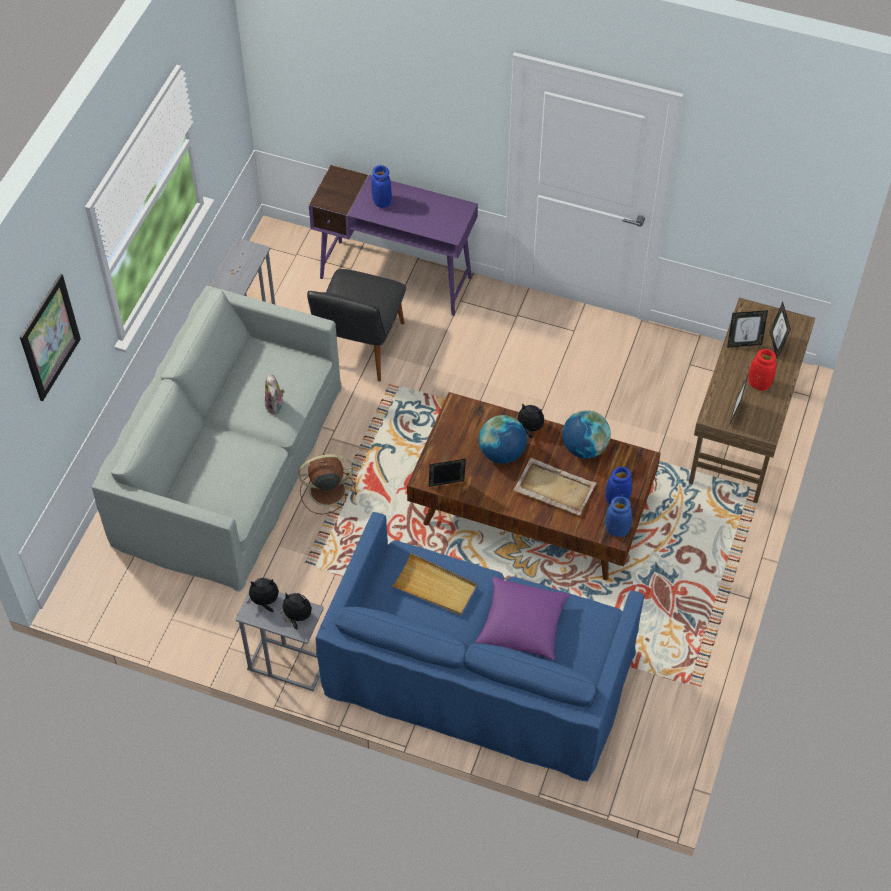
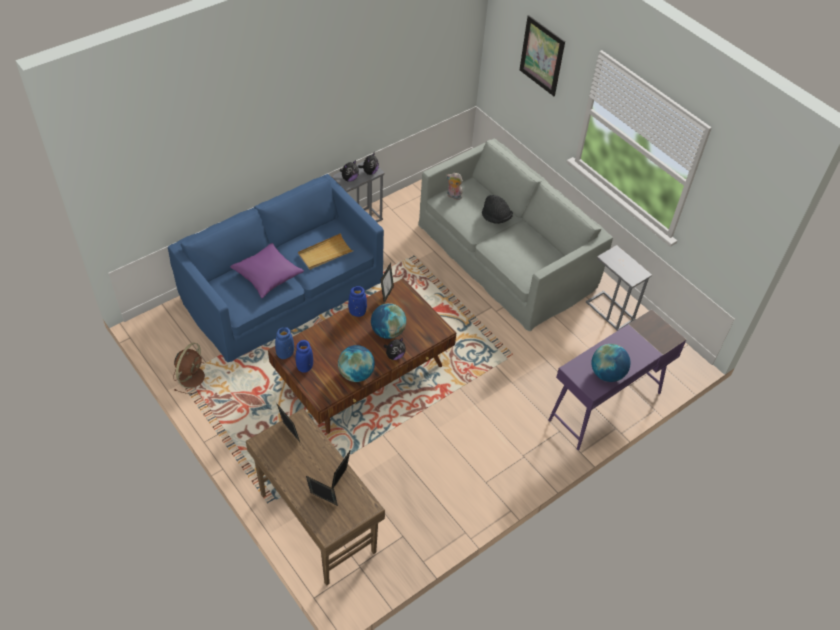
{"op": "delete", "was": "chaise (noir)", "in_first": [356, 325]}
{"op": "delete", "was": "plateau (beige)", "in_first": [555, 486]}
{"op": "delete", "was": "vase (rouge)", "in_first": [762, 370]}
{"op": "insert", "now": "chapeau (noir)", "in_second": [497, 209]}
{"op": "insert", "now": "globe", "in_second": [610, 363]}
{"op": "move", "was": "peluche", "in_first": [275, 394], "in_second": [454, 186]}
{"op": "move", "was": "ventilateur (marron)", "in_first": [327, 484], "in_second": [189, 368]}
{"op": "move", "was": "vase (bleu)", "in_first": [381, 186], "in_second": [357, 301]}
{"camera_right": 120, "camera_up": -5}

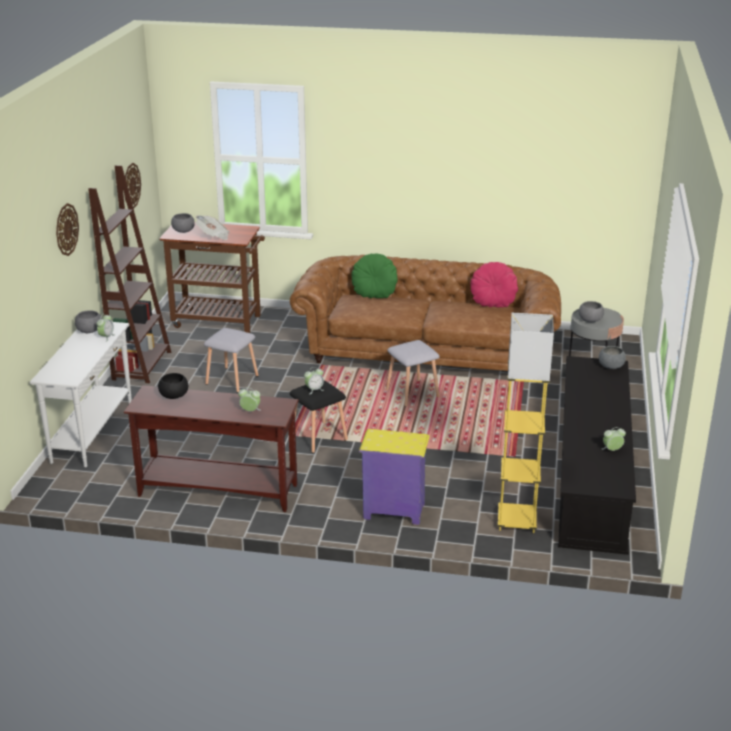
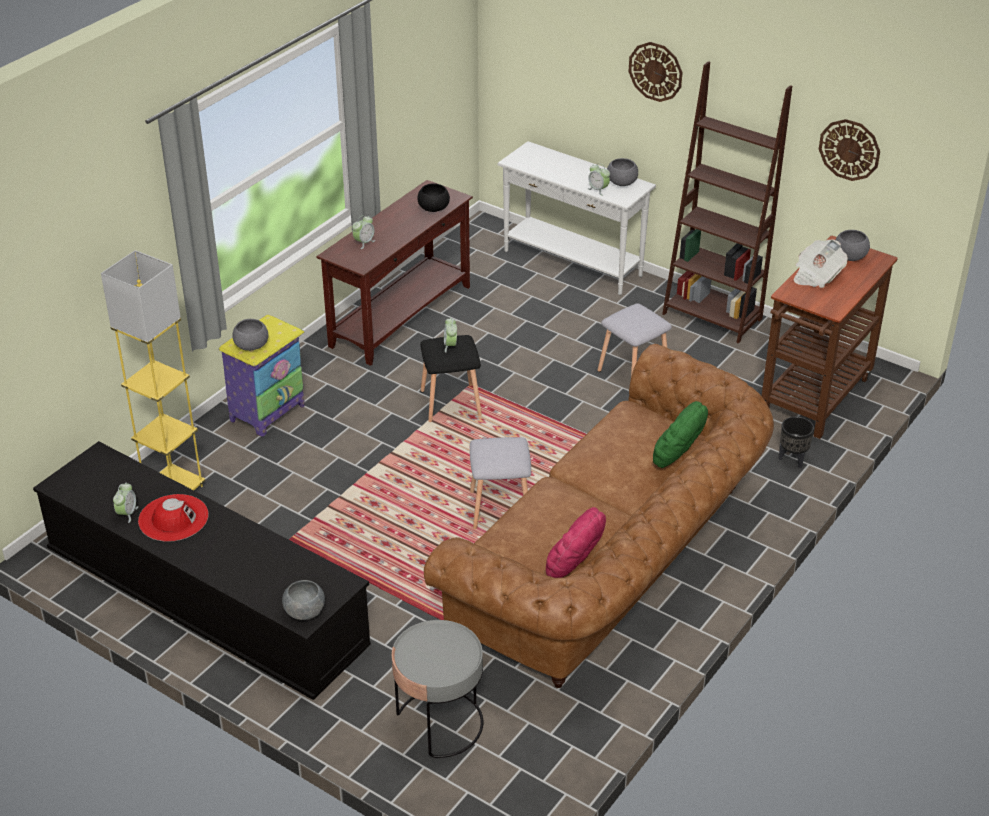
{"op": "insert", "now": "chapeau (rouge)", "in_second": [173, 517]}
{"op": "insert", "now": "cache-pot (noir)", "in_second": [796, 442]}
{"op": "move", "was": "bol (gris)", "in_first": [591, 311], "in_second": [250, 335]}
{"camera_right": 115, "camera_up": 10}

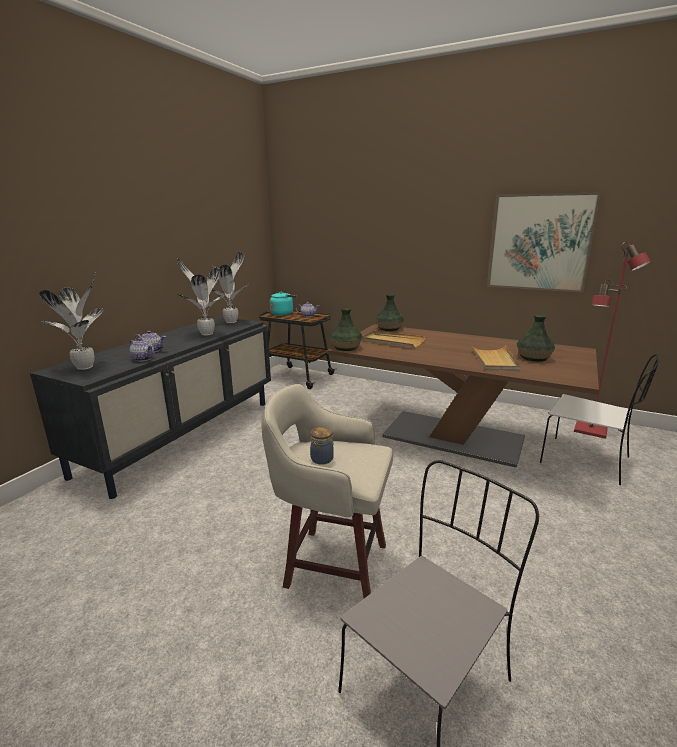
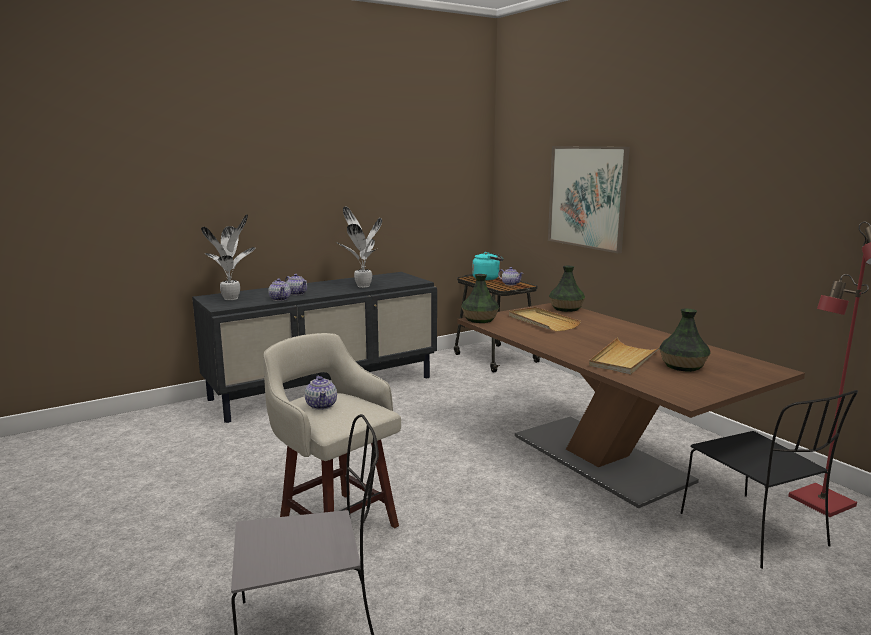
{"op": "delete", "was": "plante en pot", "in_first": [230, 287]}
{"op": "move", "was": "tableau", "in_first": [544, 242], "in_second": [589, 199]}
{"op": "replace", "was": "bocal", "now": "théière", "in_first": [322, 446], "in_second": [321, 393]}
{"op": "recolor", "was": "chaise (blanc)", "now": "chaise (noir)", "in_first": [599, 419], "in_second": [769, 479]}
{"camera_right": 30, "camera_up": -5}

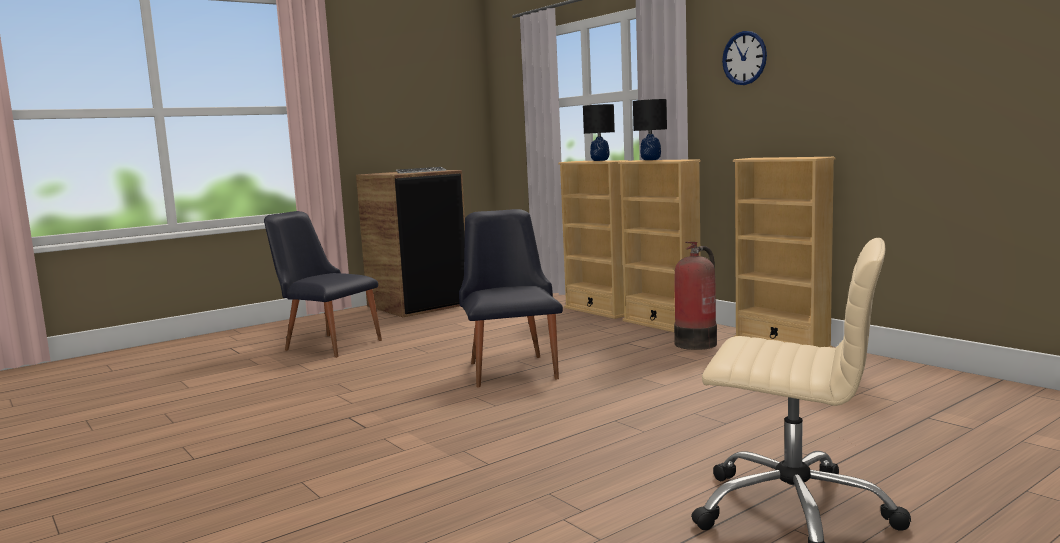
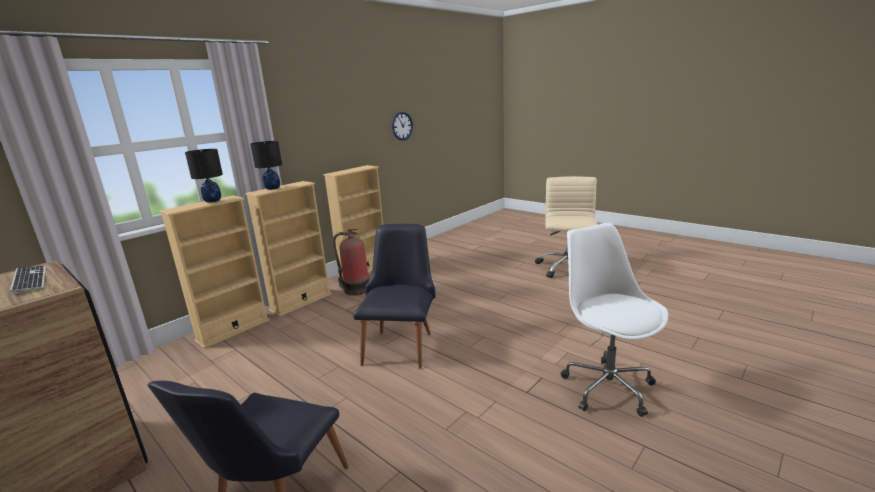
{"op": "insert", "now": "chaise de bureau (blanc)", "in_second": [614, 320]}
{"op": "move", "was": "horloge murale", "in_first": [744, 58], "in_second": [402, 126]}
{"op": "rotate", "was": "chaise (noir)", "in_first": [511, 298], "in_second": [394, 296], "clockwise": 120}
{"camera_right": -100, "camera_up": 10}

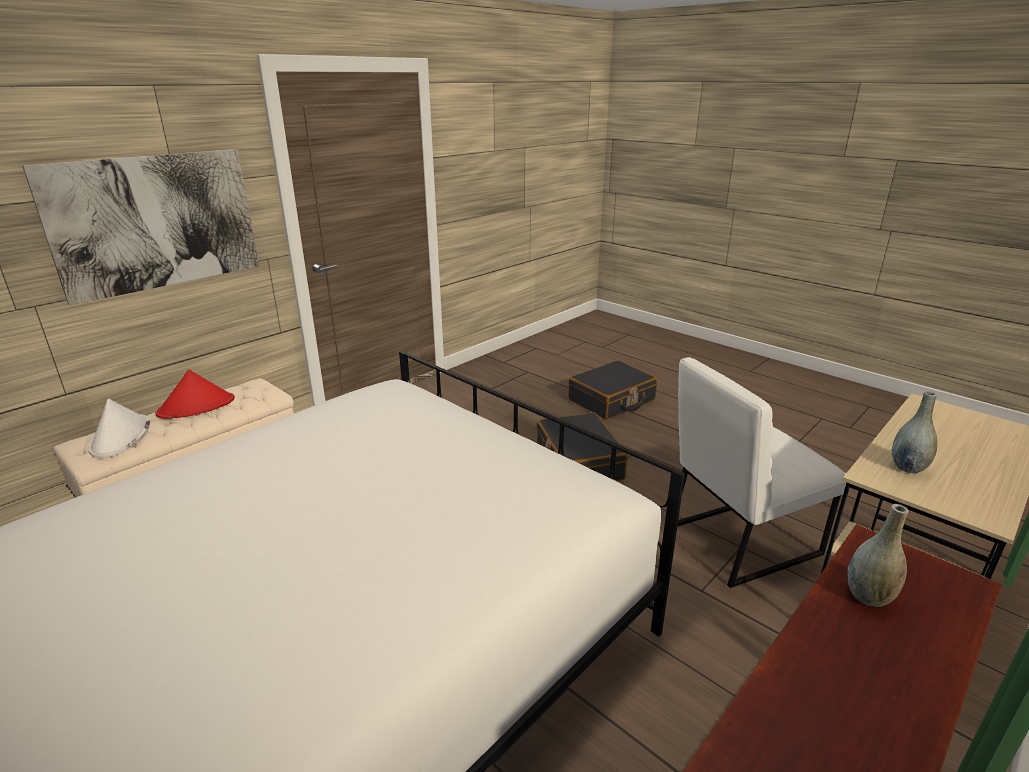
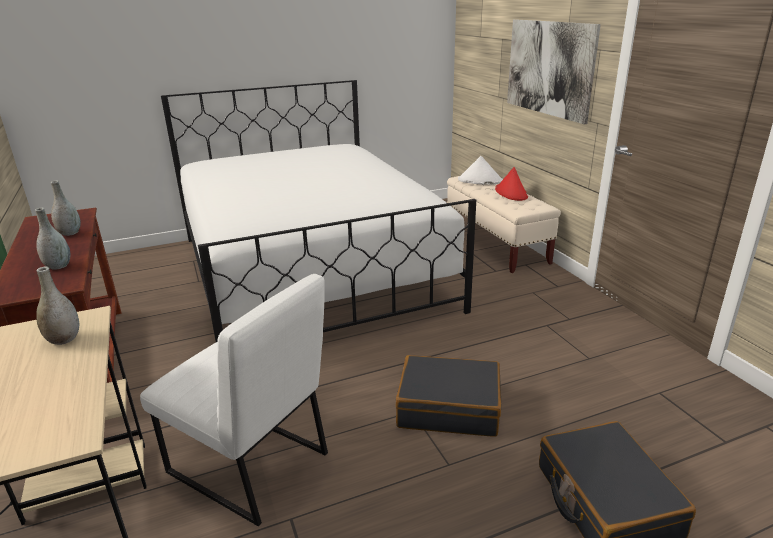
{"op": "insert", "now": "vase (gris)", "in_second": [65, 208]}
{"op": "rotate", "was": "chaise (blanc)", "in_first": [762, 472], "in_second": [234, 400], "clockwise": 120}
{"camera_right": 115, "camera_up": 0}

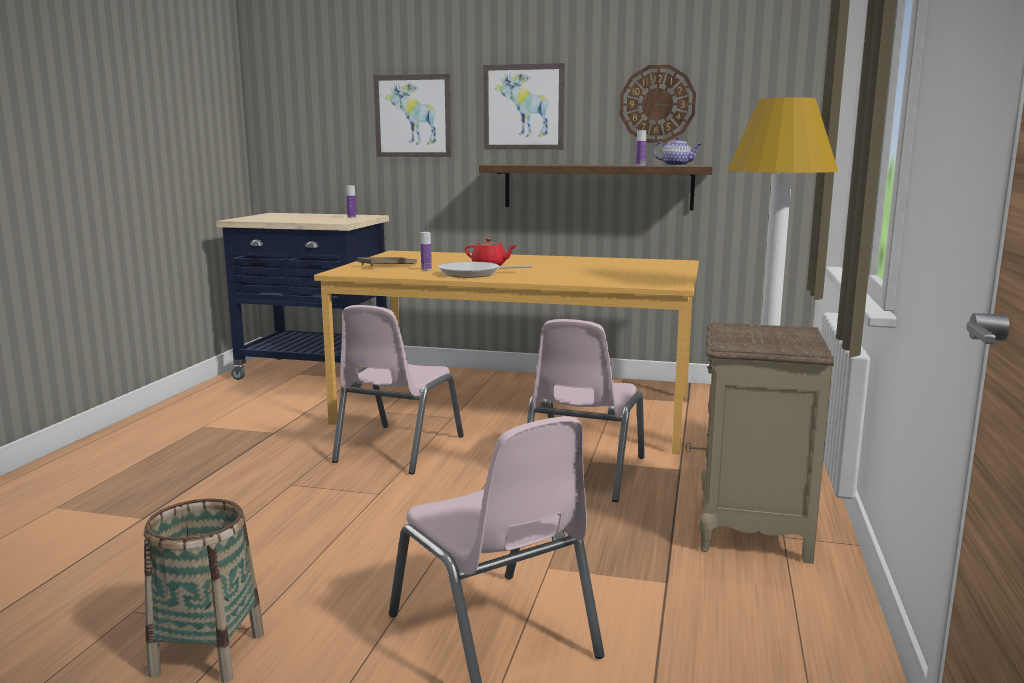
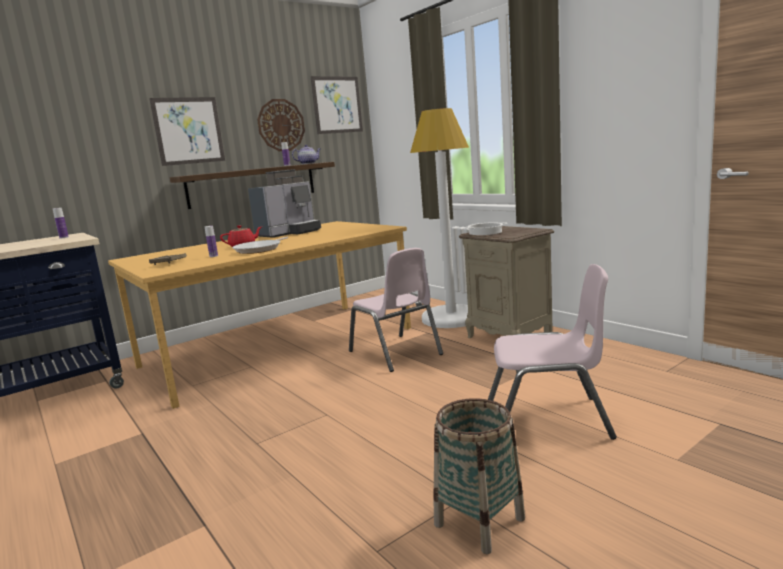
{"op": "delete", "was": "chaise (rose)", "in_first": [398, 389]}
{"op": "insert", "now": "machine à café", "in_second": [284, 203]}
{"op": "insert", "now": "marmite", "in_second": [485, 228]}
{"op": "move", "was": "tableau", "in_first": [412, 115], "in_second": [337, 105]}
{"camera_right": -50, "camera_up": 0}

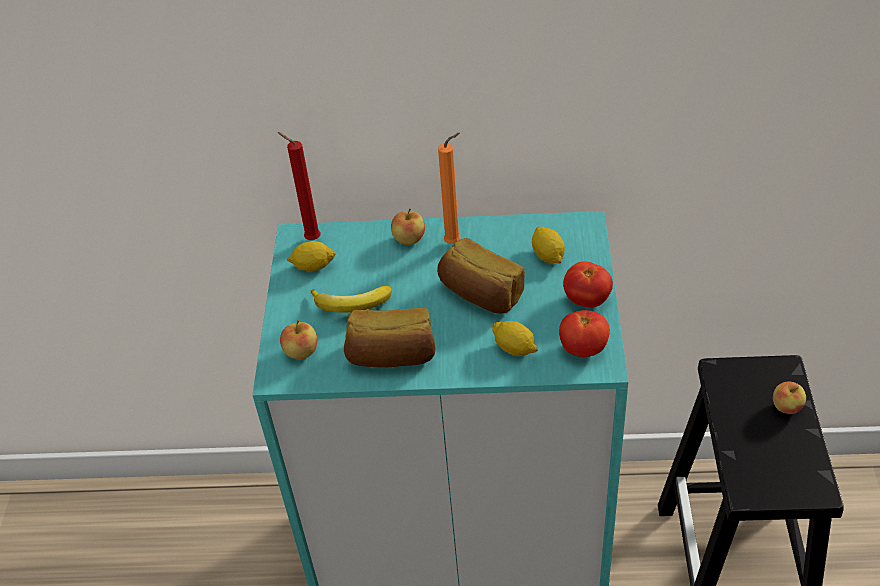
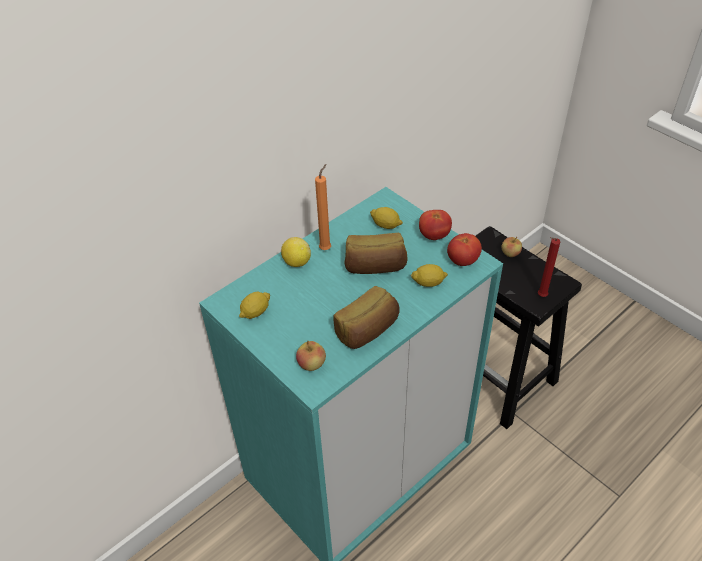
{"op": "delete", "was": "banane", "in_first": [351, 299]}
{"op": "move", "was": "bougie (rouge)", "in_first": [299, 186], "in_second": [549, 267]}
{"op": "replace", "was": "pomme", "now": "citron", "in_first": [408, 226], "in_second": [296, 252]}
{"camera_right": -45, "camera_up": 0}

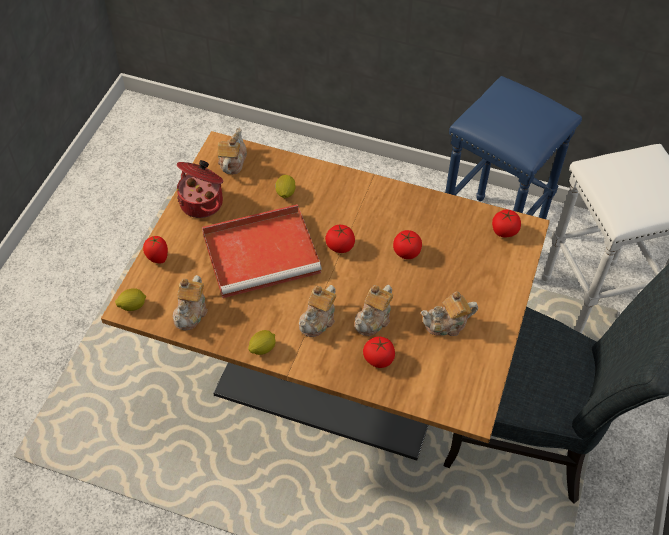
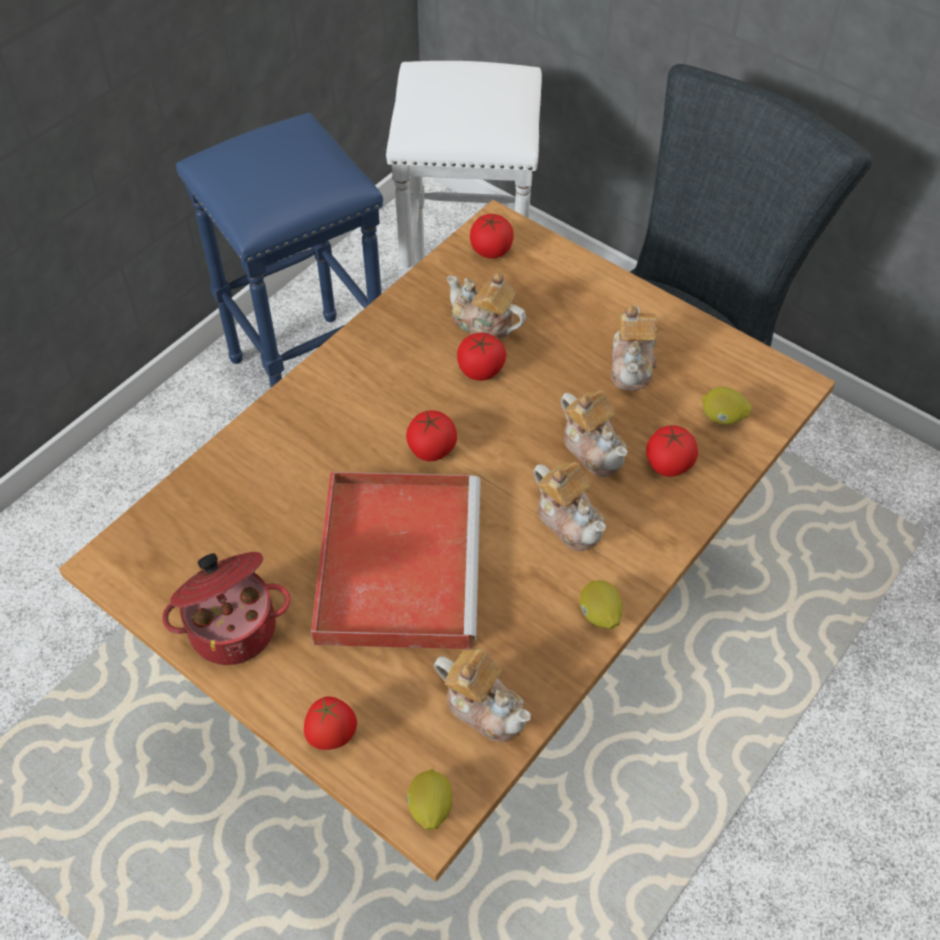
{"op": "move", "was": "théière", "in_first": [232, 151], "in_second": [486, 305]}
{"op": "move", "was": "citron", "in_first": [285, 186], "in_second": [727, 405]}
{"camera_right": -70, "camera_up": 0}

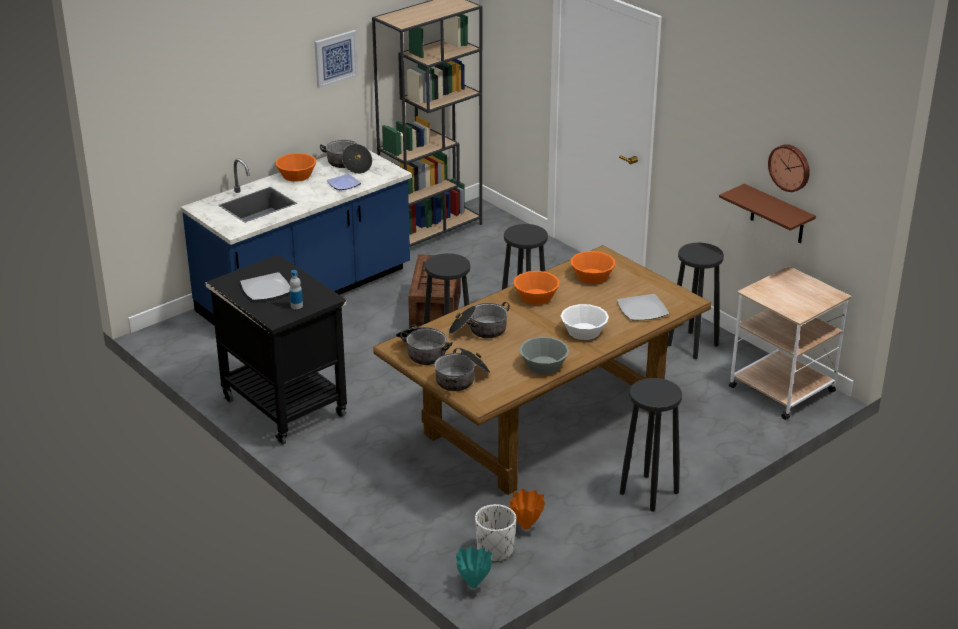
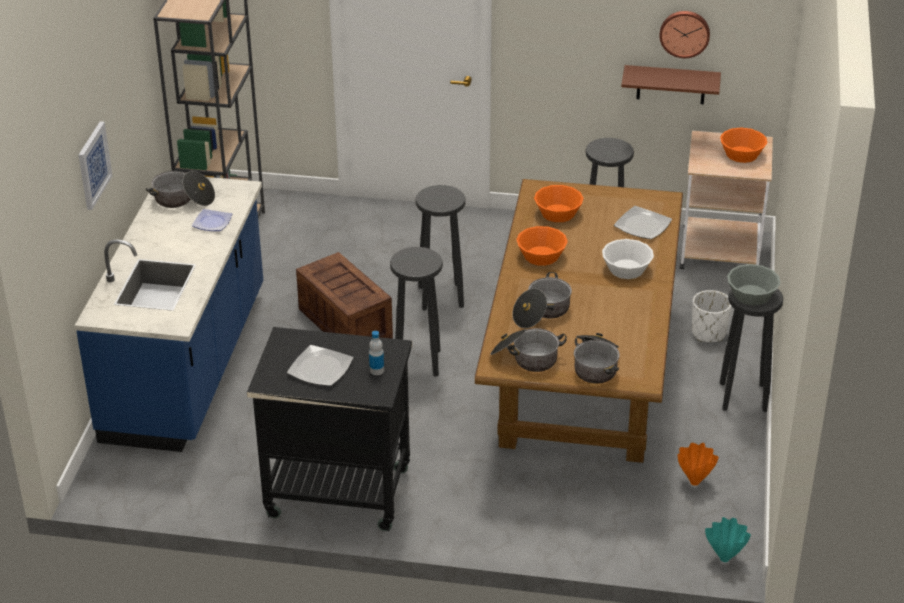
{"op": "move", "was": "bol (orange)", "in_first": [296, 167], "in_second": [743, 145]}
{"op": "move", "was": "tableau", "in_first": [336, 59], "in_second": [96, 165]}
{"op": "move", "was": "cache-pot (blanc)", "in_first": [495, 533], "in_second": [711, 316]}
{"op": "move", "was": "bol (gris)", "in_first": [544, 355], "in_second": [754, 285]}
{"camera_right": -40, "camera_up": 5}

